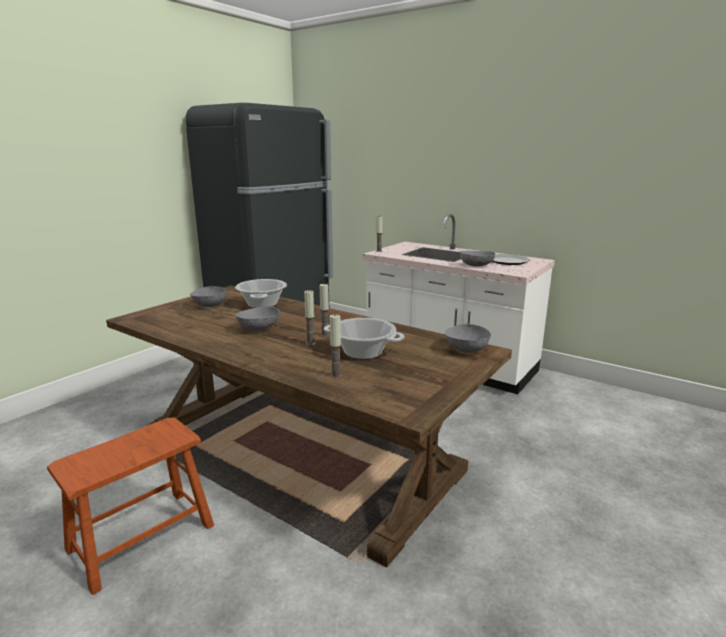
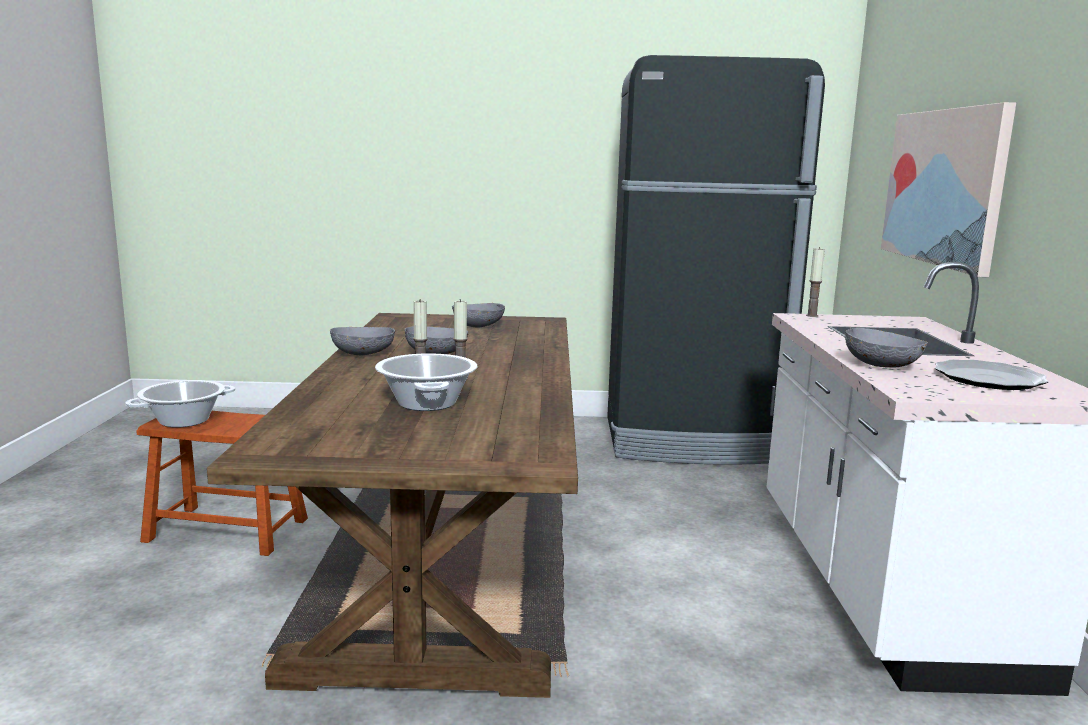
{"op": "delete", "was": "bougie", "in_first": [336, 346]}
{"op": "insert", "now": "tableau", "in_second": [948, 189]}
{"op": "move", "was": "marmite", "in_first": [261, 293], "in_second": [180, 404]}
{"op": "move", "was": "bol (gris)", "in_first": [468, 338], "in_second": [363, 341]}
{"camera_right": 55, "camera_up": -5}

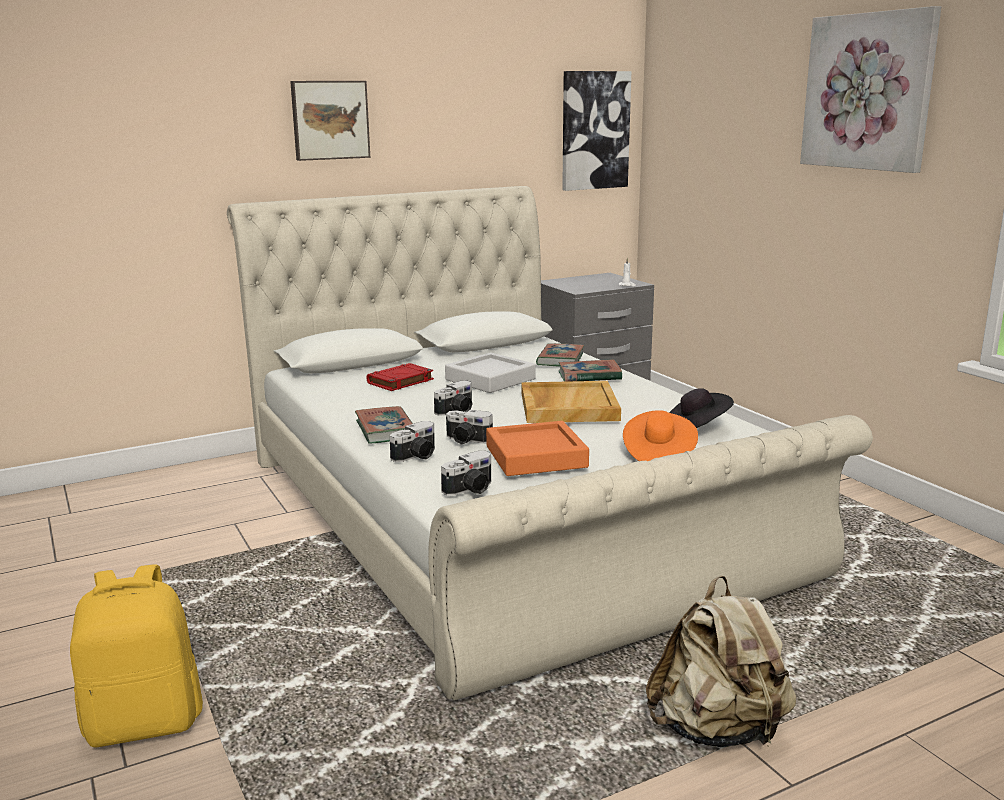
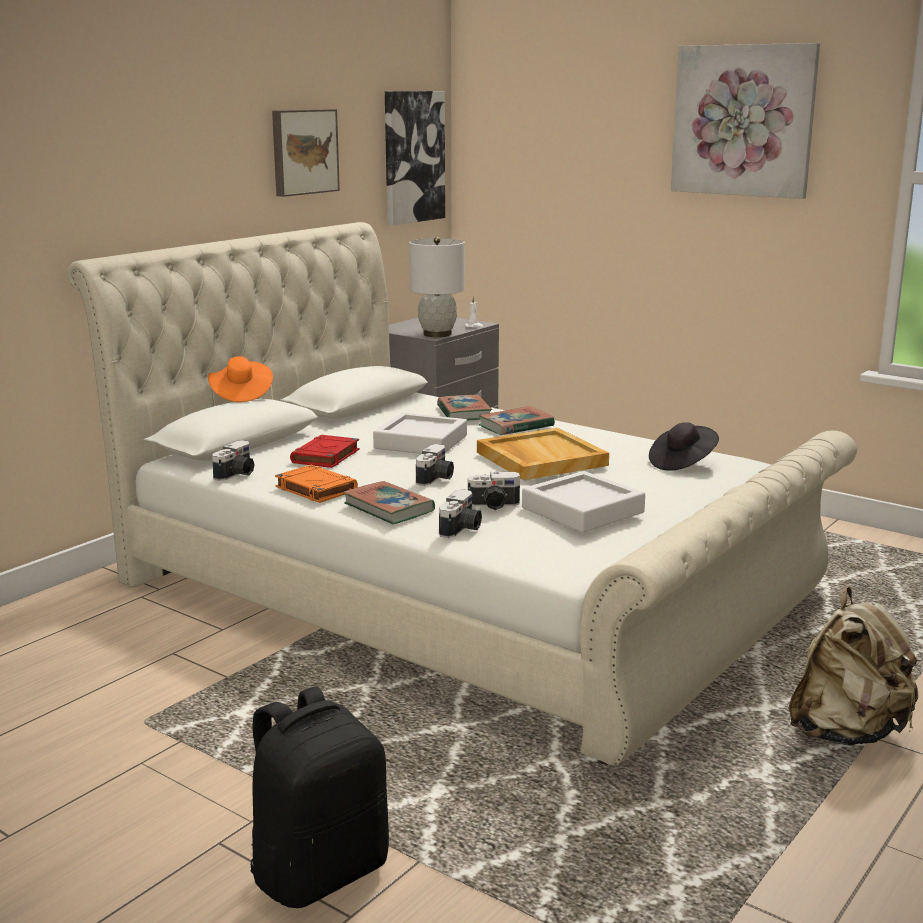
{"op": "insert", "now": "livre (orange)", "in_second": [316, 484]}
{"op": "insert", "now": "lampe de table (blanc)", "in_second": [437, 287]}
{"op": "move", "was": "tableau", "in_first": [330, 121], "in_second": [306, 153]}
{"op": "move", "was": "appareil photo", "in_first": [466, 473], "in_second": [233, 460]}
{"op": "move", "was": "chapeau (orange)", "in_first": [660, 435], "in_second": [240, 379]}
{"op": "recolor", "was": "sac à dos (jaune)", "now": "sac à dos (noir)", "in_first": [136, 655], "in_second": [320, 797]}
{"op": "recolor", "was": "plateau (orange)", "now": "plateau (gris)", "in_first": [537, 448], "in_second": [583, 501]}
{"camera_right": -25, "camera_up": 0}

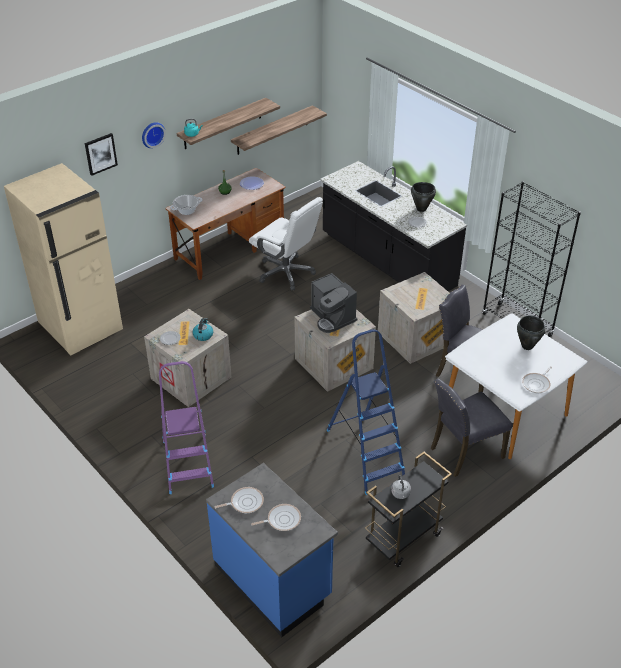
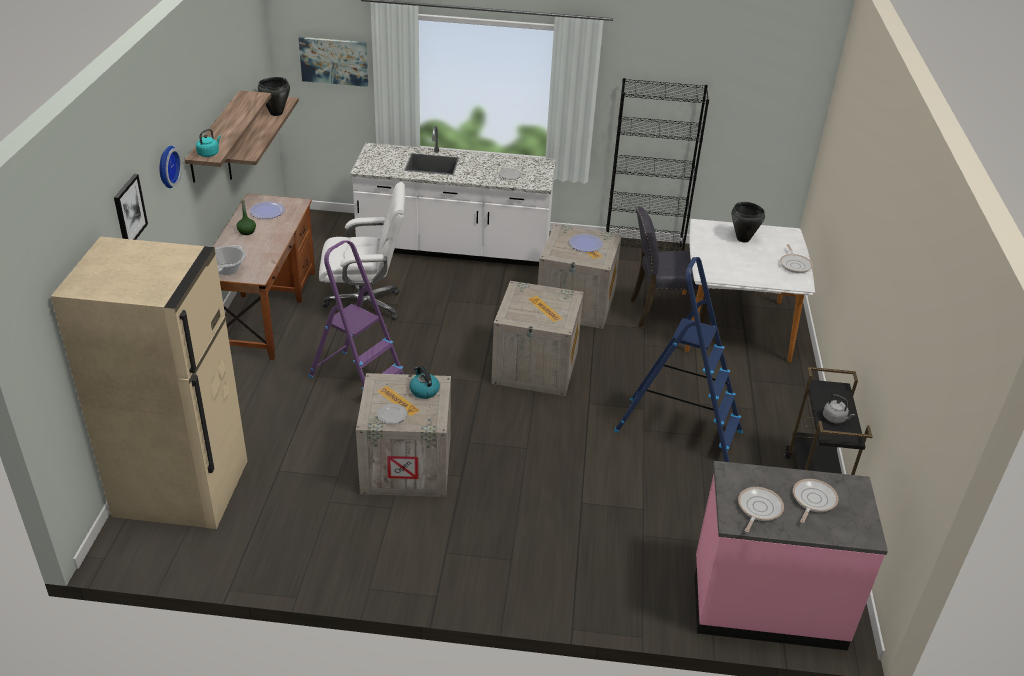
{"op": "delete", "was": "machine à café", "in_first": [334, 303]}
{"op": "delete", "was": "chaise (gris)", "in_first": [472, 428]}
{"op": "insert", "now": "tableau", "in_second": [333, 62]}
{"op": "insert", "now": "assiette", "in_second": [586, 243]}
{"op": "move", "was": "escabeau (violet)", "in_first": [186, 427], "in_second": [356, 315]}
{"op": "move", "was": "marmite (noir)", "in_first": [423, 197], "in_second": [274, 96]}
{"op": "recolor", "was": "comptoir de cuisine (bleu)", "now": "comptoir de cuisine (rose)", "in_first": [272, 550], "in_second": [791, 555]}
{"op": "recolor", "was": "comptoir de cuisine (noir)", "now": "comptoir de cuisine (blanc)", "in_first": [393, 226], "in_second": [453, 196]}
{"camera_right": -45, "camera_up": -5}

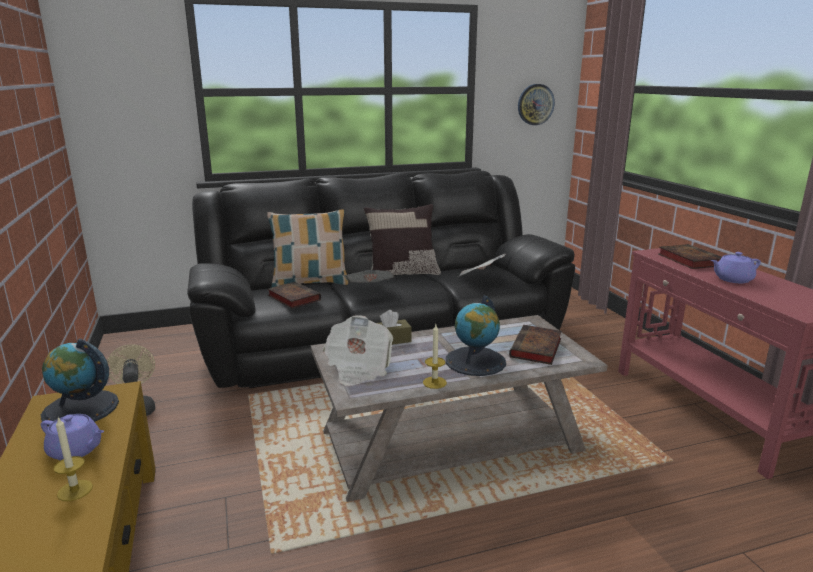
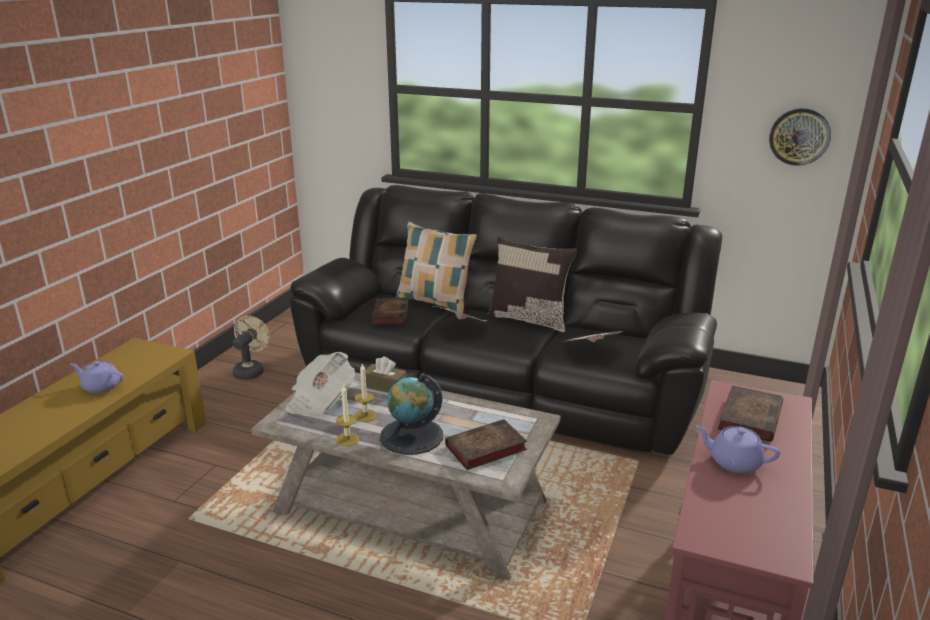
{"op": "delete", "was": "globe", "in_first": [80, 383]}
{"op": "move", "was": "bougie", "in_first": [73, 459], "in_second": [366, 393]}
{"op": "rotate", "was": "théière (violet)", "in_first": [72, 437], "in_second": [96, 377], "clockwise": 135}
{"camera_right": 40, "camera_up": 5}

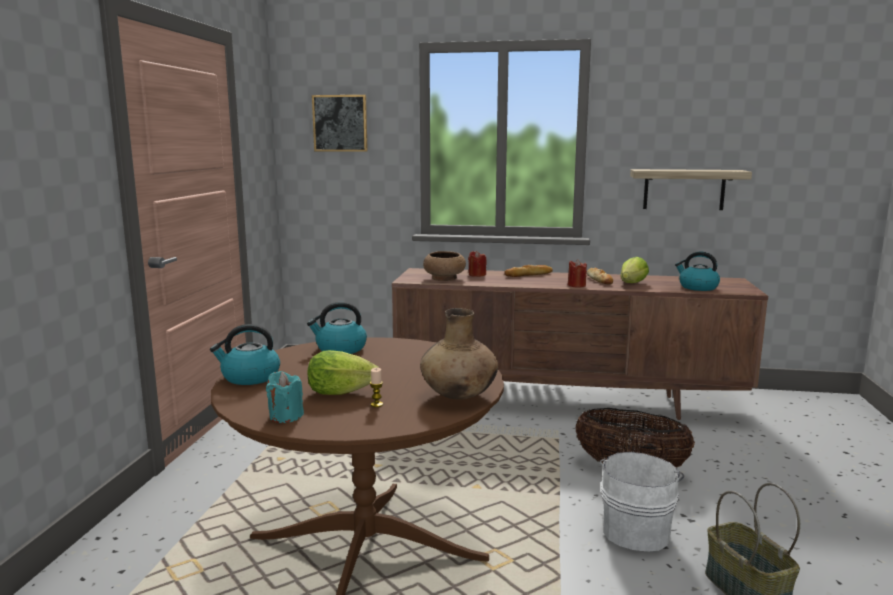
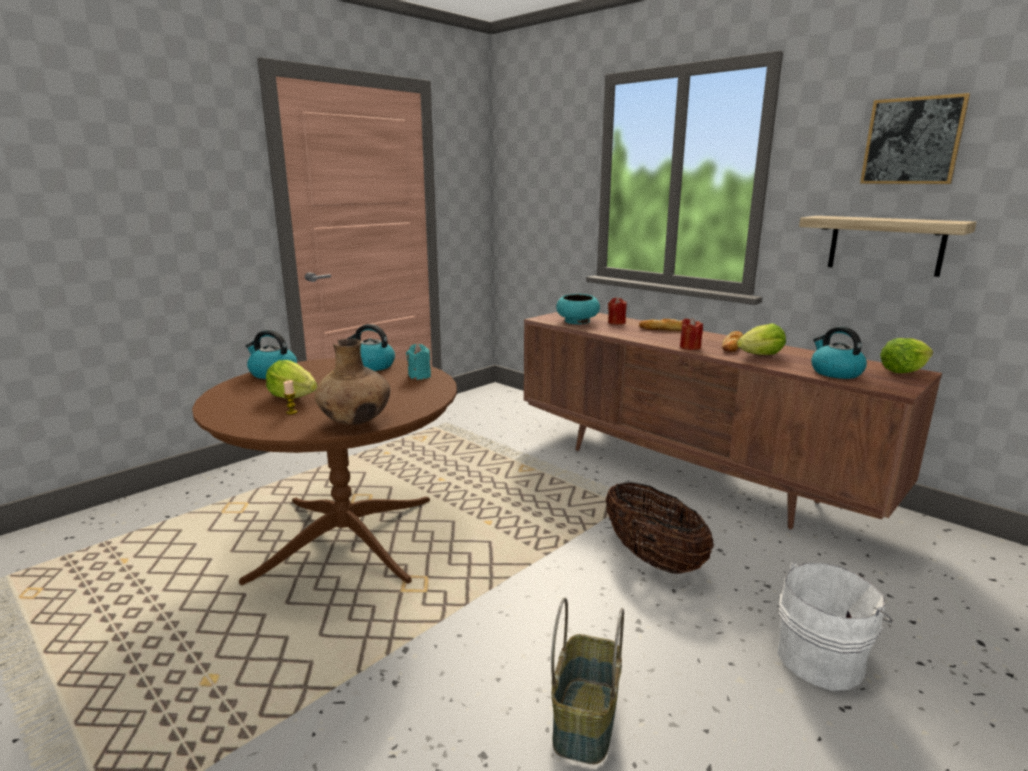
{"op": "insert", "now": "laitue", "in_second": [906, 355]}
{"op": "move", "was": "bougie (turquoise)", "in_first": [285, 397], "in_second": [418, 362]}
{"op": "move", "was": "tableau", "in_first": [340, 123], "in_second": [915, 138]}
{"op": "move", "was": "seau (blanc)", "in_first": [642, 502], "in_second": [835, 626]}
{"op": "recolor", "was": "bol (marron)", "now": "bol (turquoise)", "in_first": [444, 266], "in_second": [578, 309]}
{"camera_right": 35, "camera_up": 5}

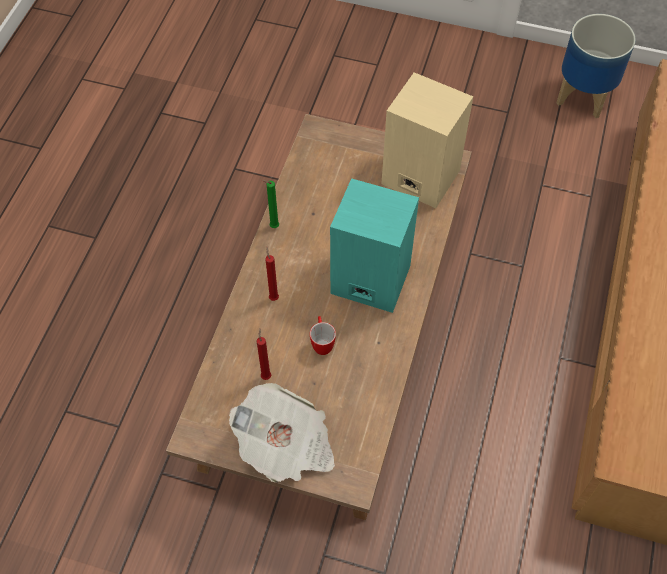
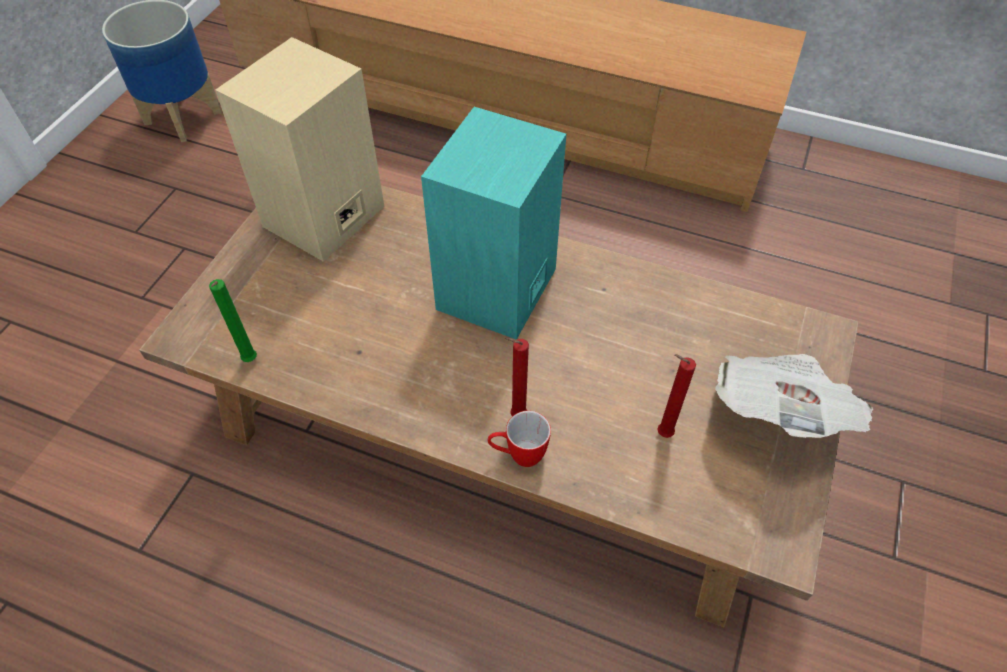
{"op": "move", "was": "bougie (vert)", "in_first": [270, 204], "in_second": [233, 320]}
{"op": "move", "was": "mug", "in_first": [323, 335], "in_second": [519, 439]}
{"camera_right": -85, "camera_up": -5}

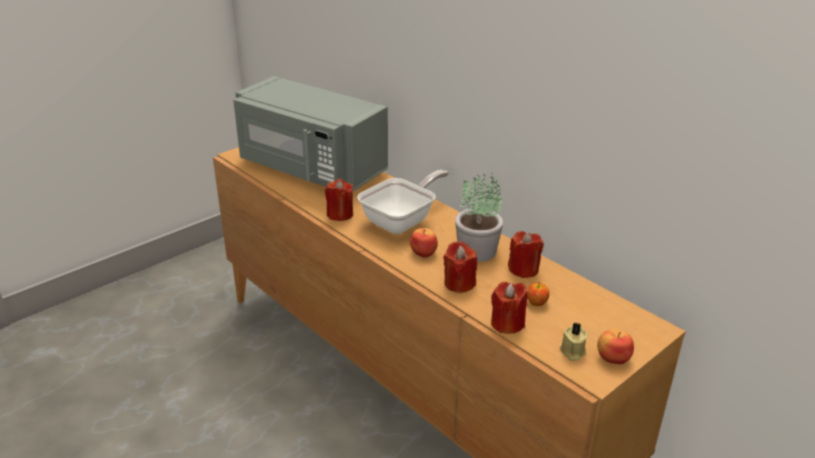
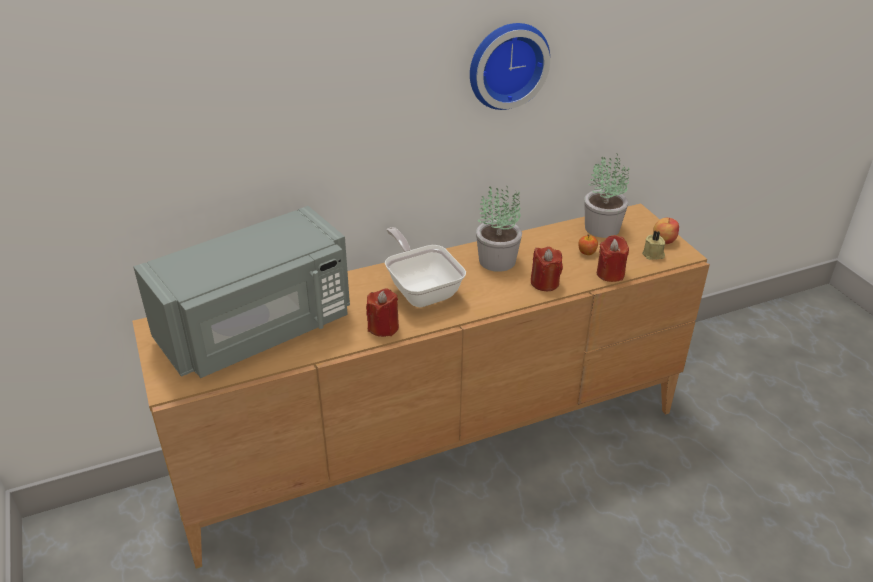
{"op": "delete", "was": "pomme", "in_first": [424, 243]}
{"op": "delete", "was": "bougie (rouge)", "in_first": [526, 254]}
{"op": "insert", "now": "horloge murale", "in_second": [510, 66]}
{"op": "insert", "now": "plante en pot", "in_second": [606, 195]}
{"camera_right": -70, "camera_up": 5}

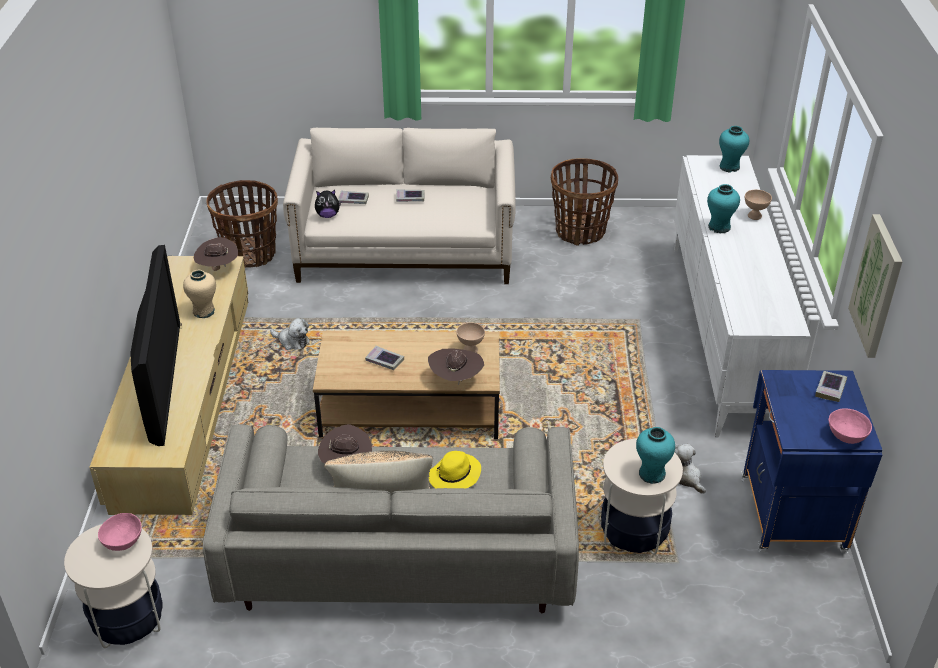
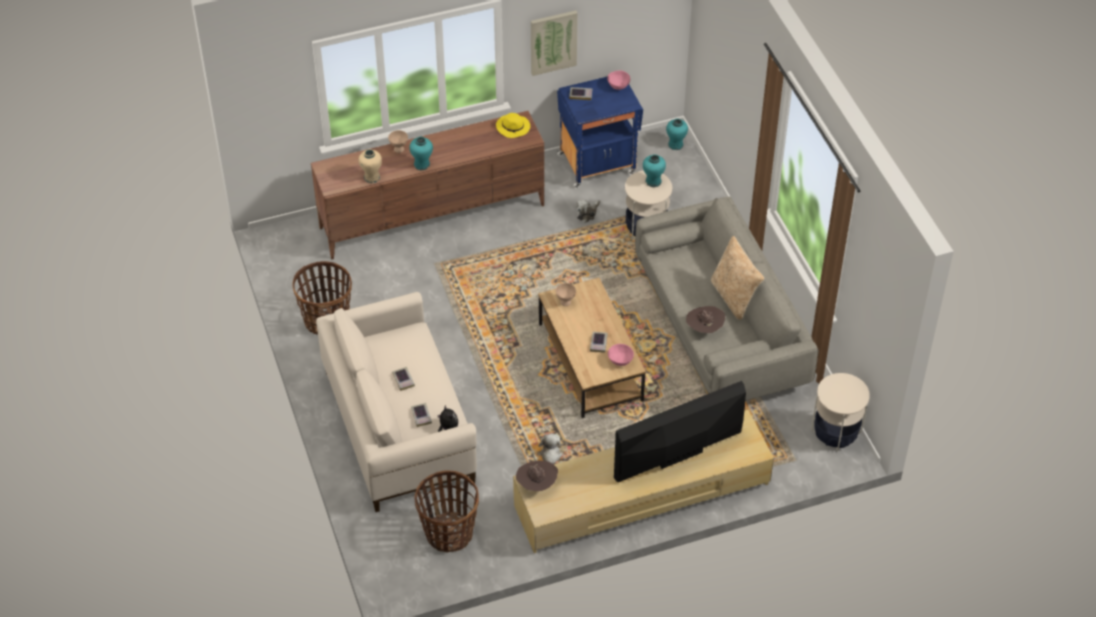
{"op": "delete", "was": "chapeau (marron)", "in_first": [456, 366]}
{"op": "move", "was": "bol (rose)", "in_first": [120, 532], "in_second": [621, 355]}
{"op": "move", "was": "vase (beige)", "in_first": [199, 294], "in_second": [370, 166]}
{"op": "move", "was": "chapeau (jaune)", "in_first": [455, 469], "in_second": [513, 125]}
{"op": "move", "was": "vase (turquoise)", "in_first": [734, 149], "in_second": [677, 134]}
{"op": "recolor", "was": "meuble de rangement (blanc)", "now": "meuble de rangement (marron)", "in_first": [742, 296], "in_second": [427, 185]}
{"camera_right": -110, "camera_up": 10}

